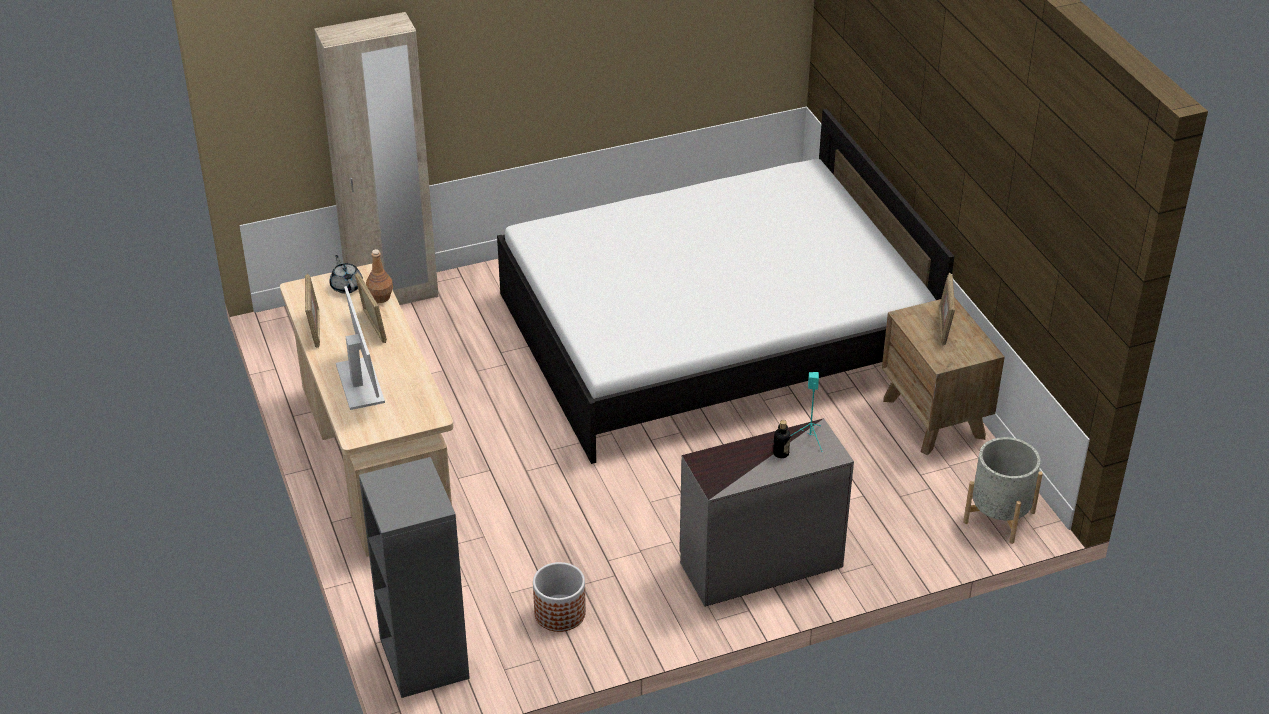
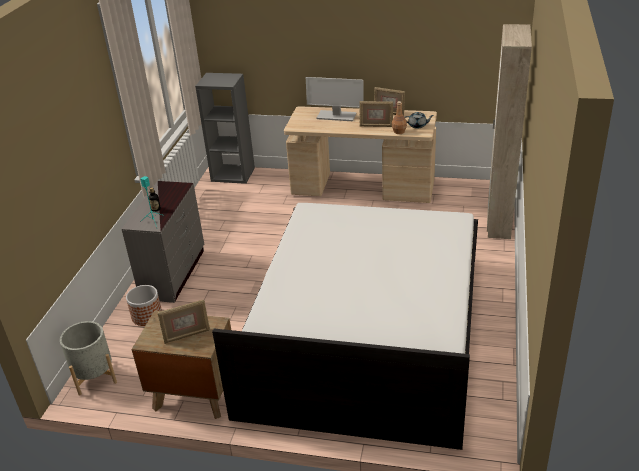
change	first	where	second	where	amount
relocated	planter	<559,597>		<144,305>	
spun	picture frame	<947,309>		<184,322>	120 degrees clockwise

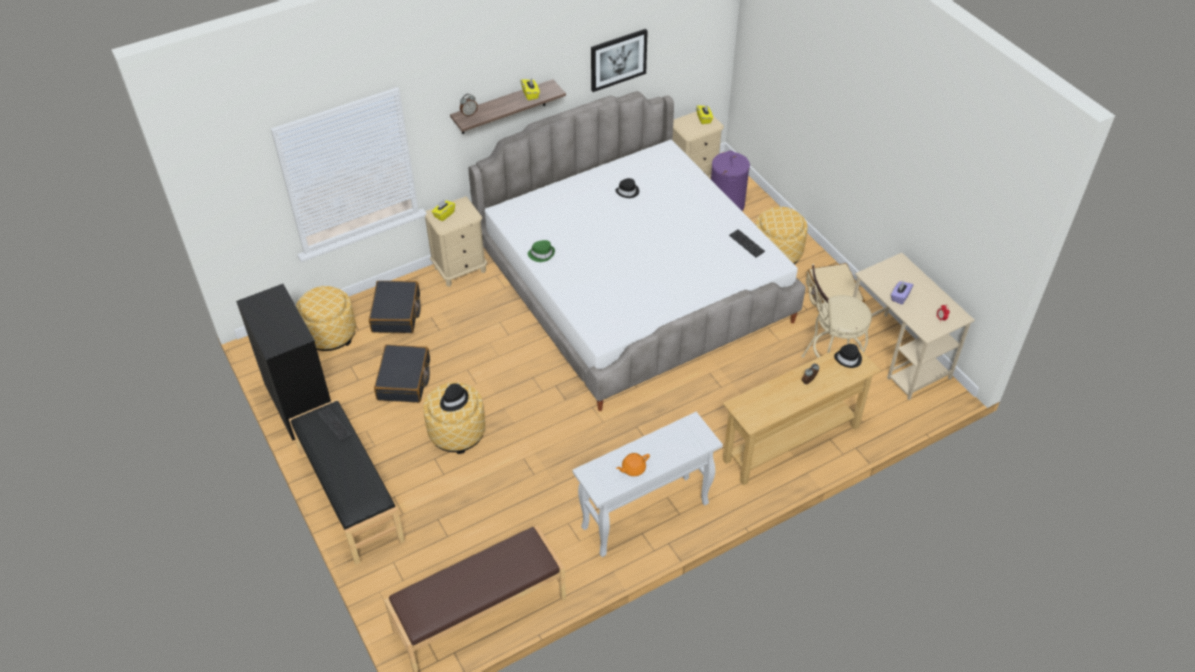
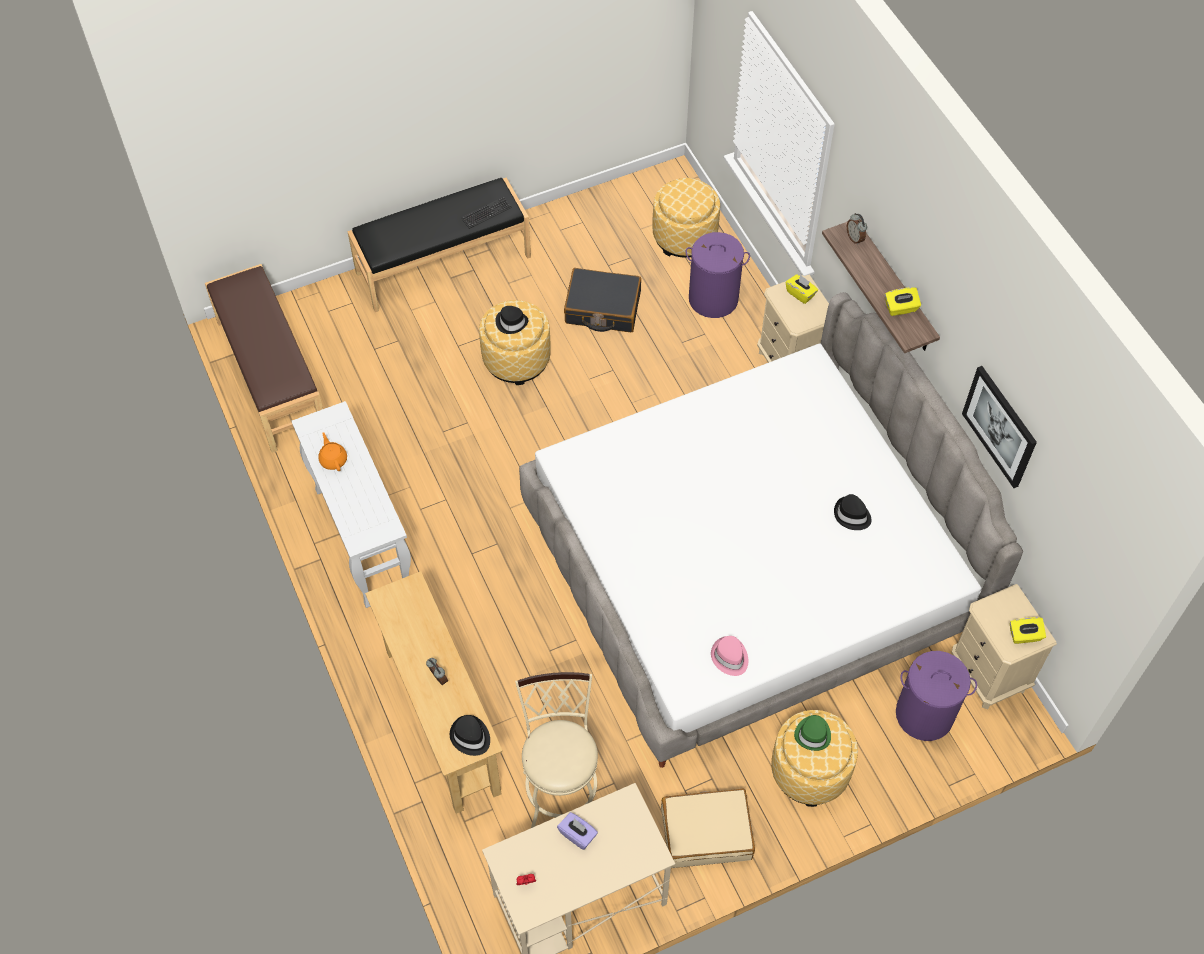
change	first	where	second	where	amount
missing	black dresser	<283,362>			
exchanged	black suitcase	<395,307>	purple laundry basket	<718,275>	
relocated	green hat	<541,251>		<812,733>	
exchanged	keyboard	<747,243>	pink hat	<729,656>	

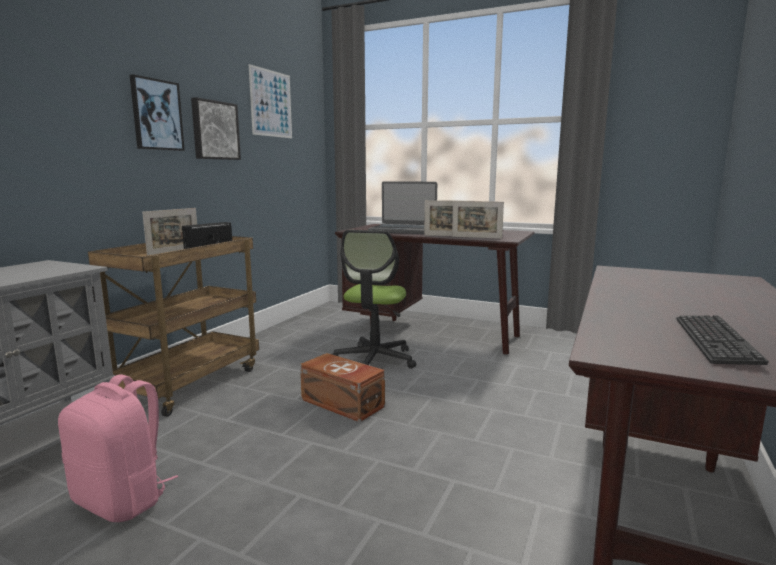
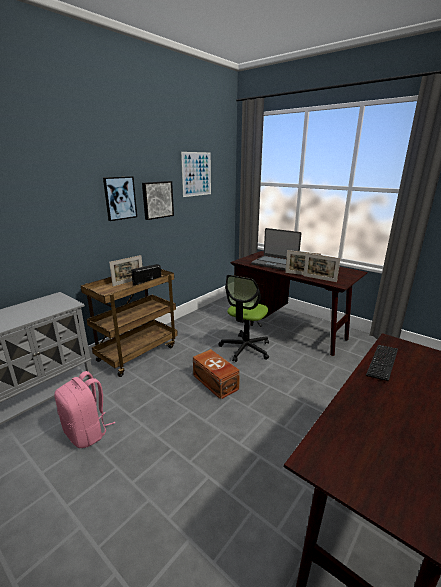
change	first	where	second	where	amount
relocated	keyboard	<722,340>		<382,363>	

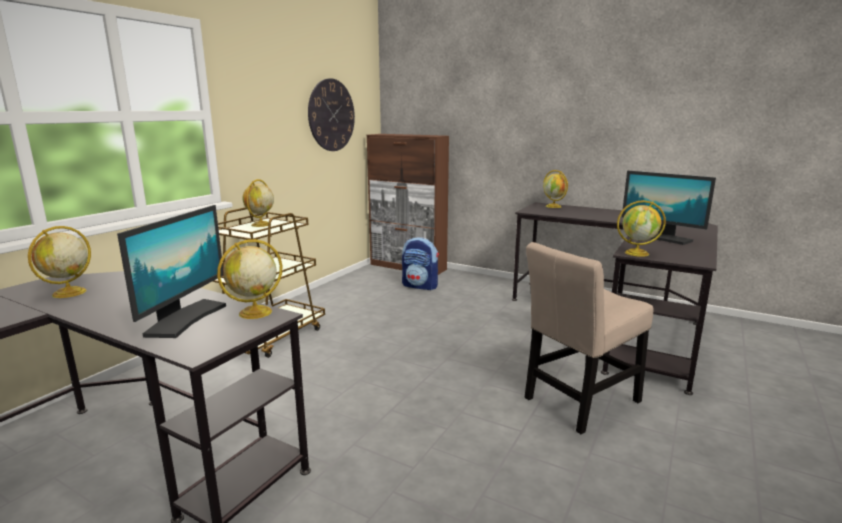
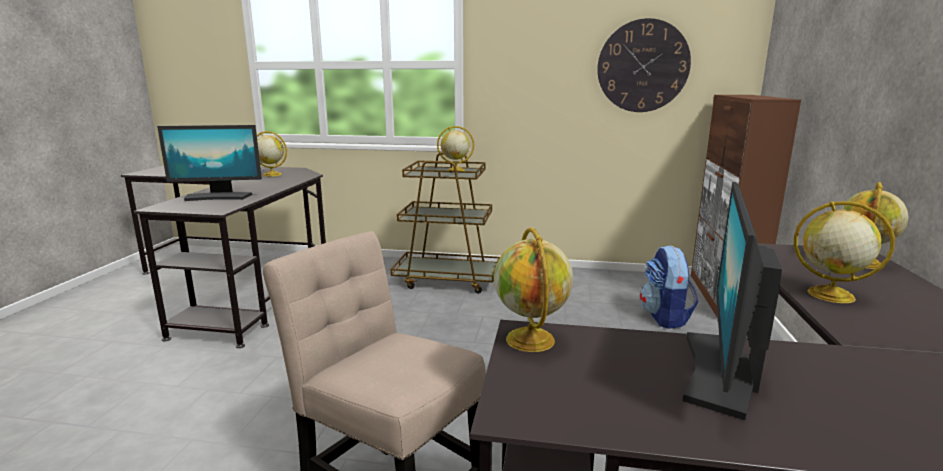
change	first	where	second	where	amount
relocated	globe	<249,279>		<844,252>	

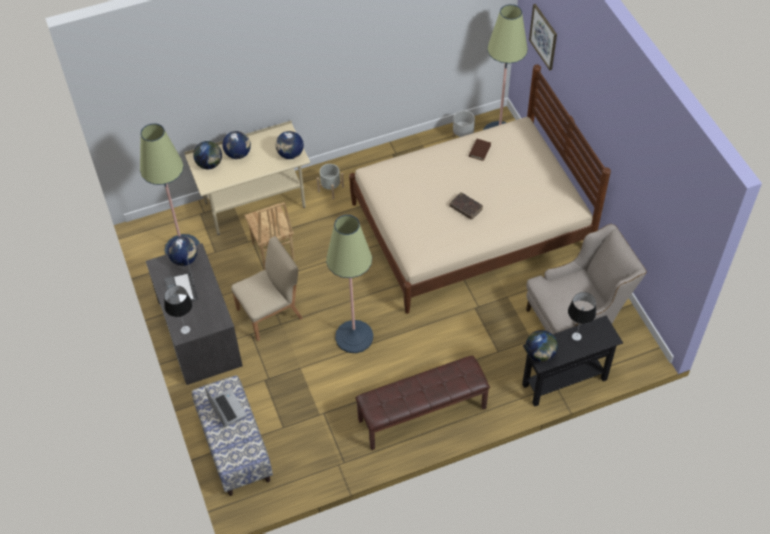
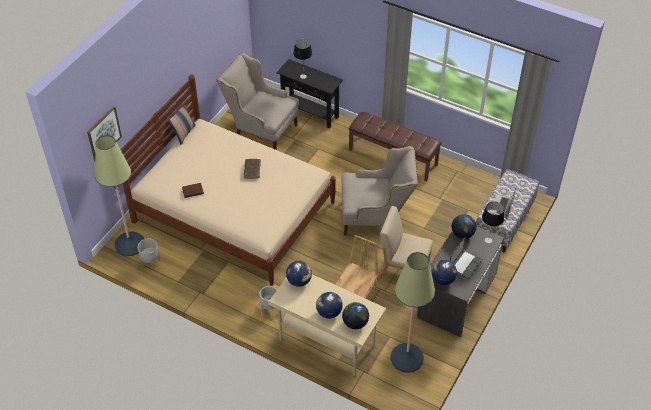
change	first	where	second	where	amount
exchanged	floor lamp	<349,284>	beige armchair	<380,190>	
relocated	globe	<542,346>		<464,226>	
appeared			pillow	<182,123>	

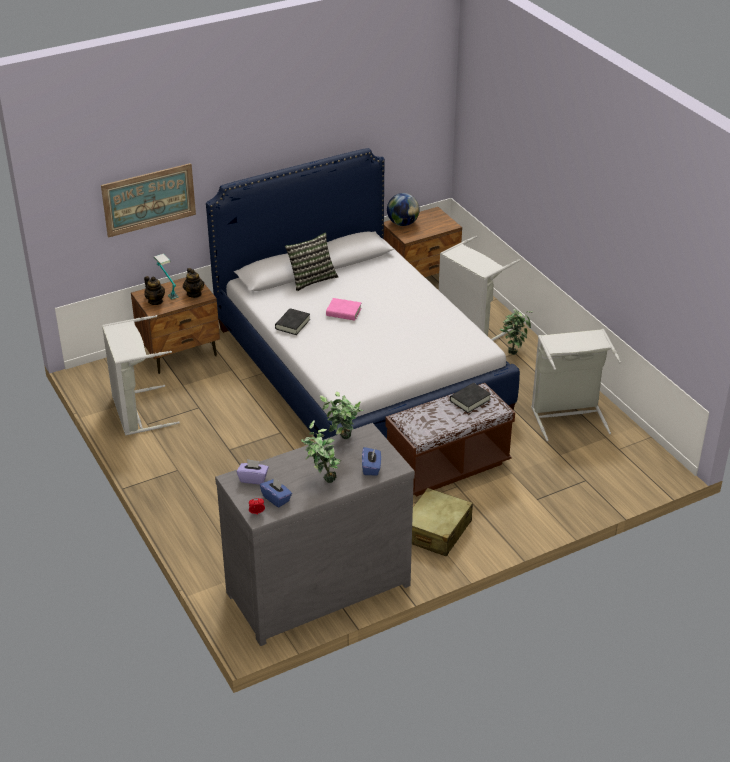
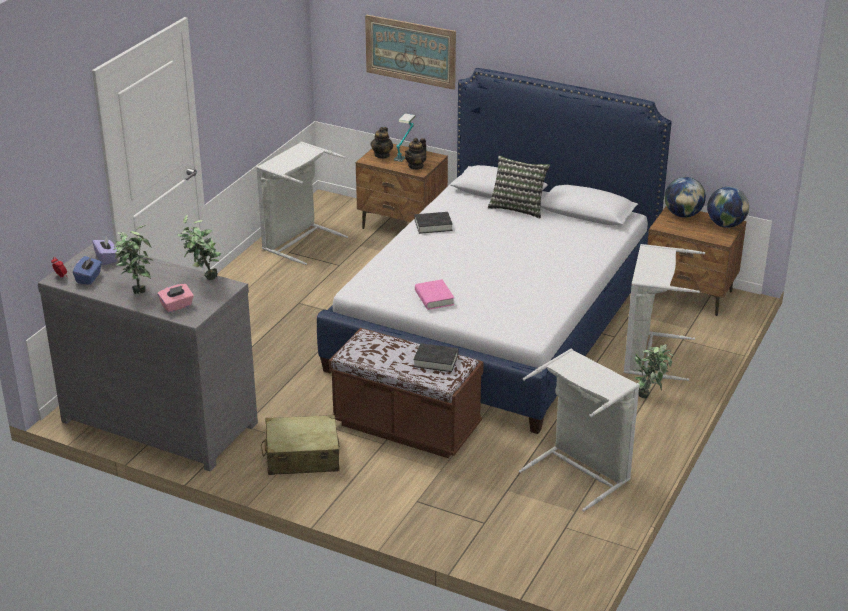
change	first	where	second	where	amount
relocated	pink book	<343,309>		<434,294>	
colour	blue tissue box	<371,461>	pink tissue box	<175,298>	
appeared			globe	<728,207>	

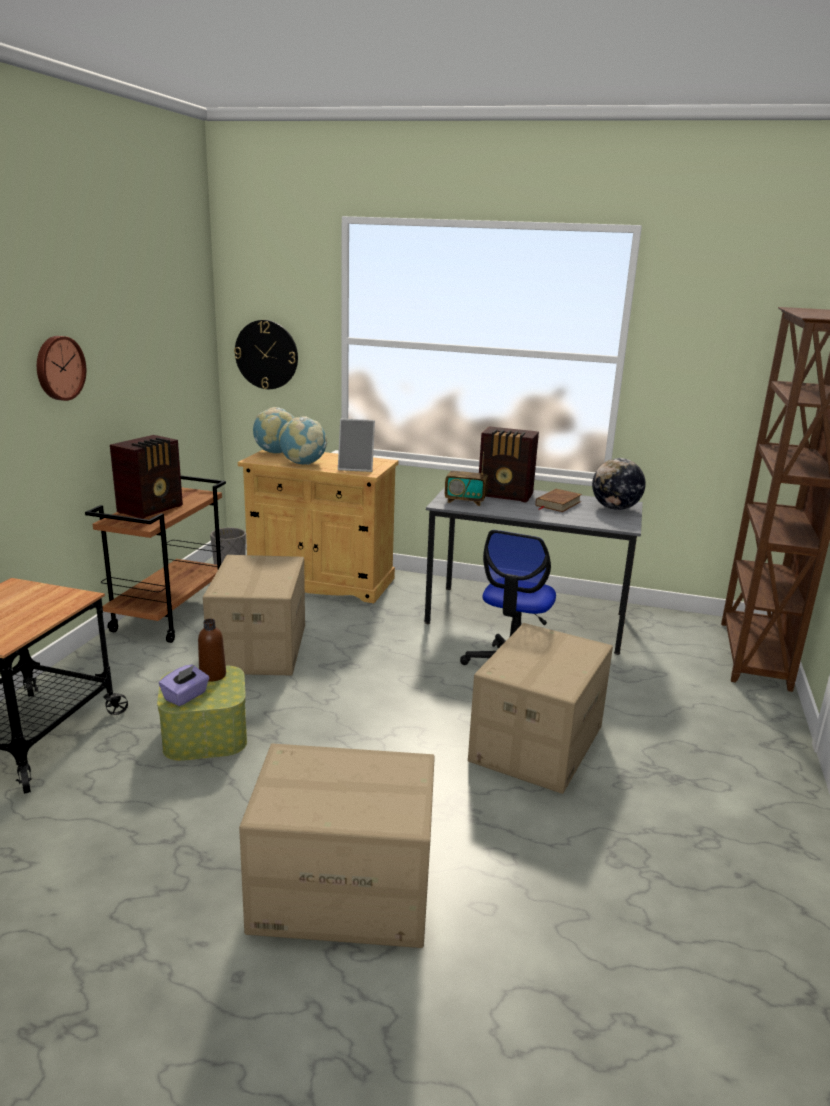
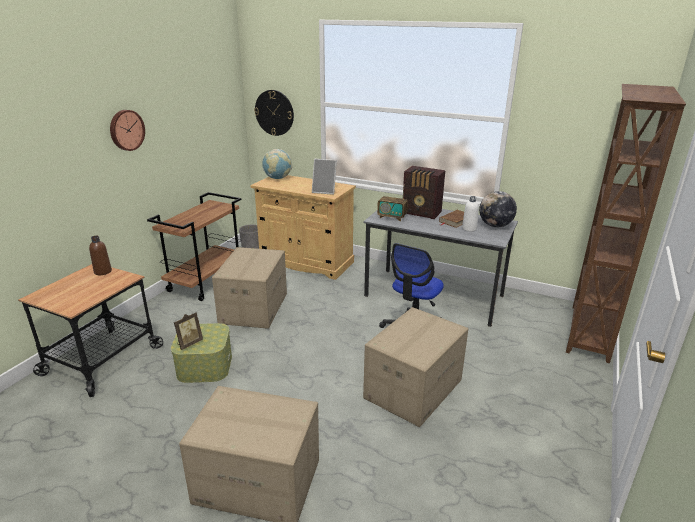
change	first	where	second	where	amount
missing	radio	<146,477>			
exchanged	purple tissue box	<184,685>	picture frame	<188,331>	
relocated	brown bottle	<212,650>		<100,255>	
missing	globe	<303,441>			
appeared			white bottle	<470,214>	

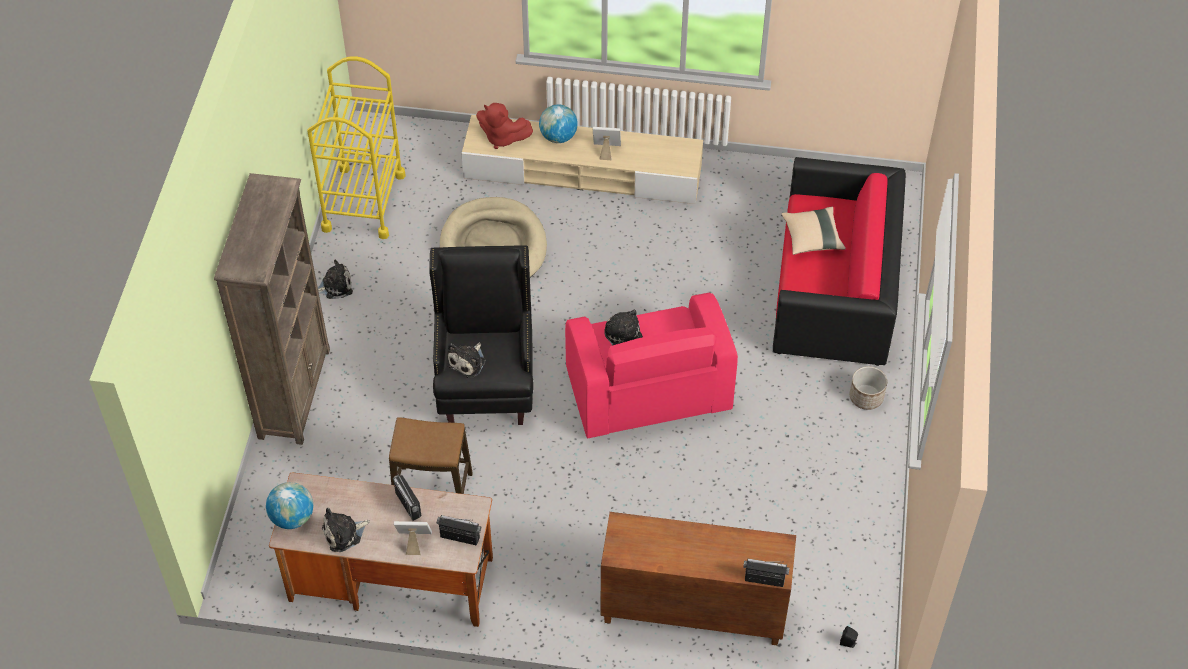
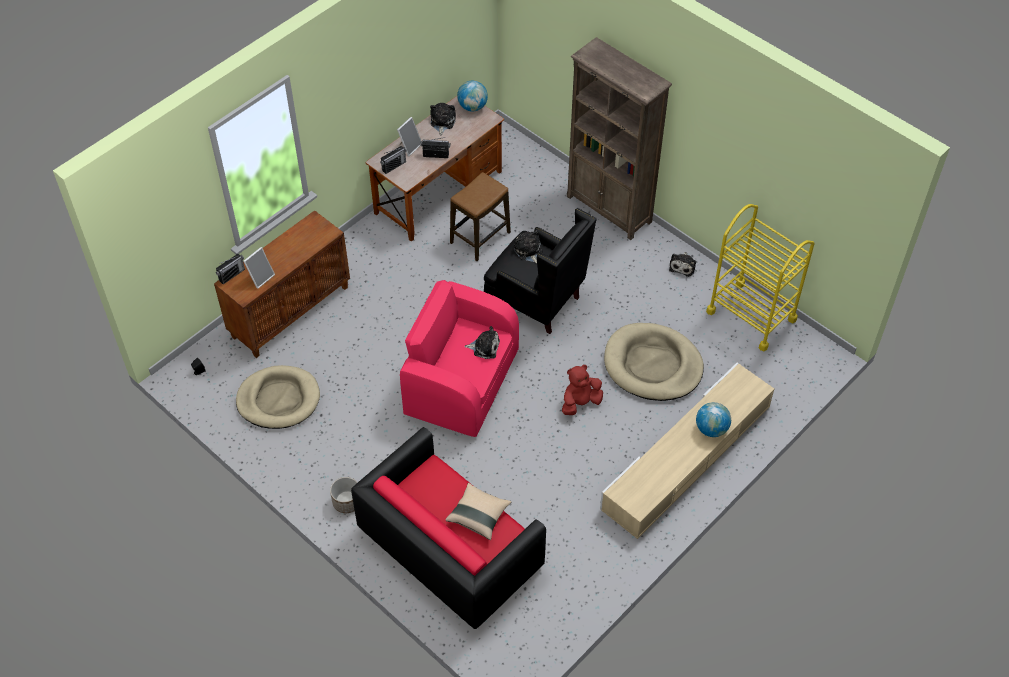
change	first	where	second	where	amount
relocated	red plush toy	<504,126>		<582,390>	
relocated	picture frame	<606,143>		<259,268>	
appeared			beige dog bed	<278,397>	

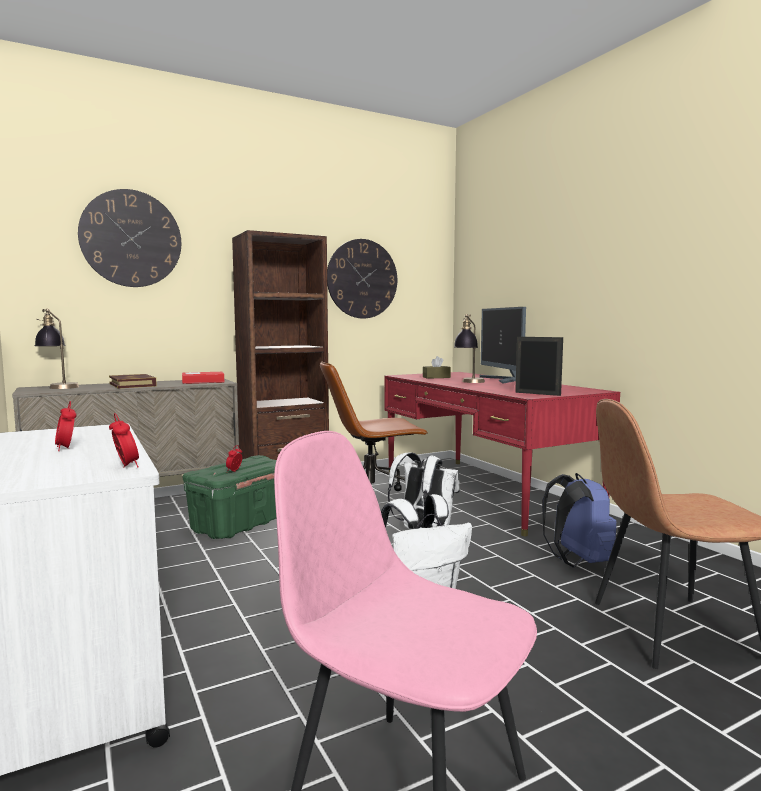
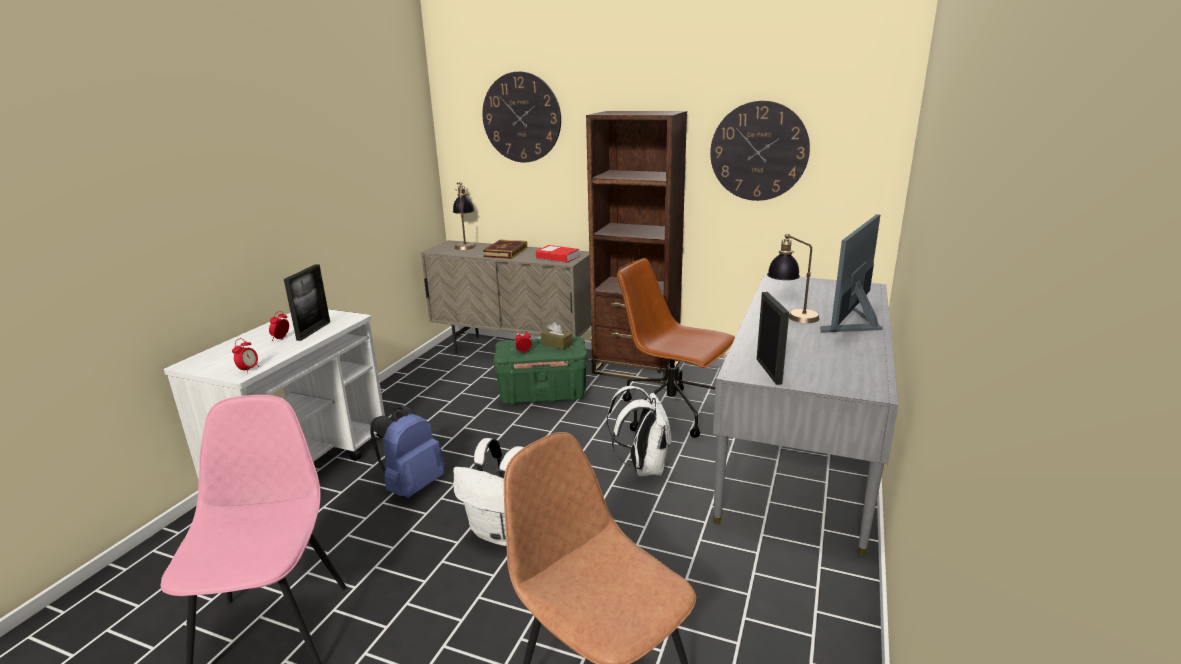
change	first	where	second	where	amount
colour	red desk	<502,454>	grey desk	<805,415>	
relocated	brown tissue box	<437,367>		<557,336>	
relocated	blue backpack	<579,520>		<407,452>	
appeared			picture frame	<307,302>	

